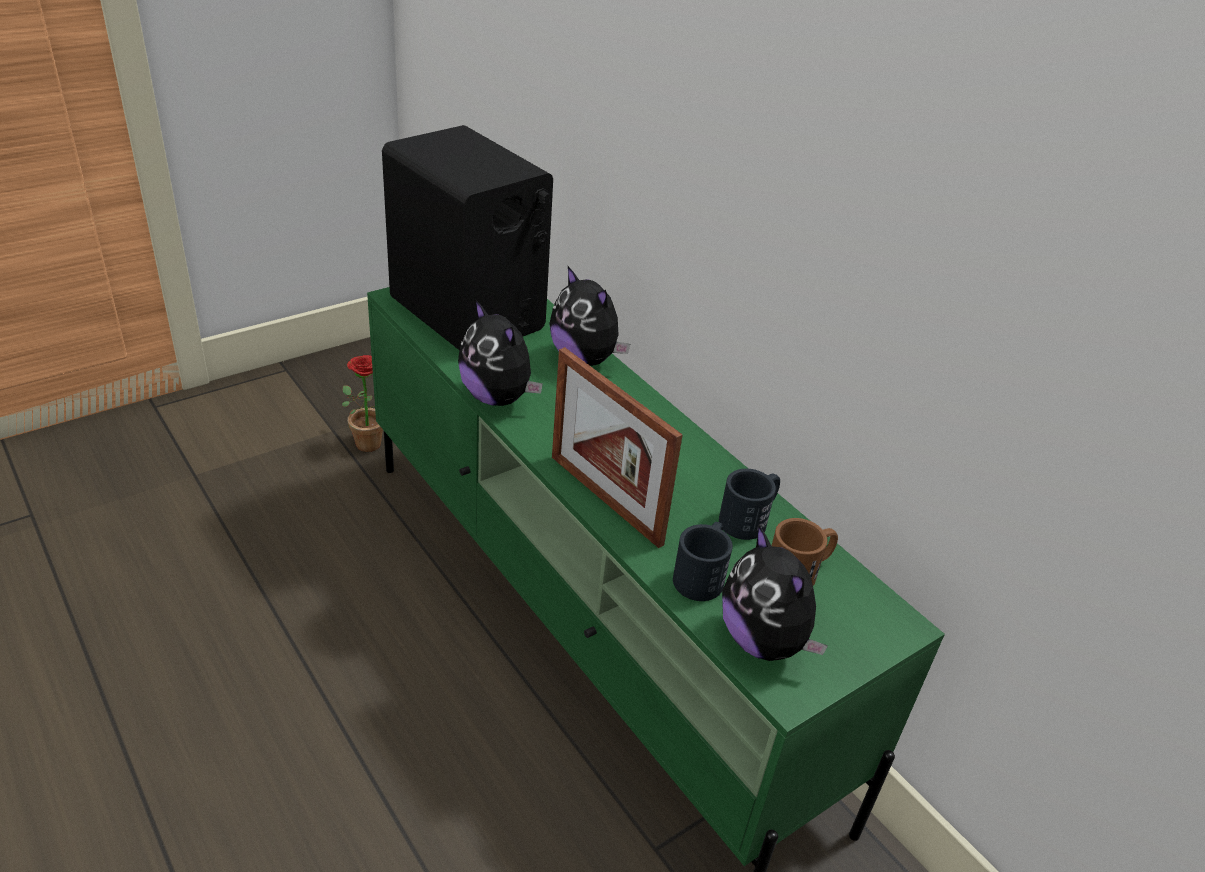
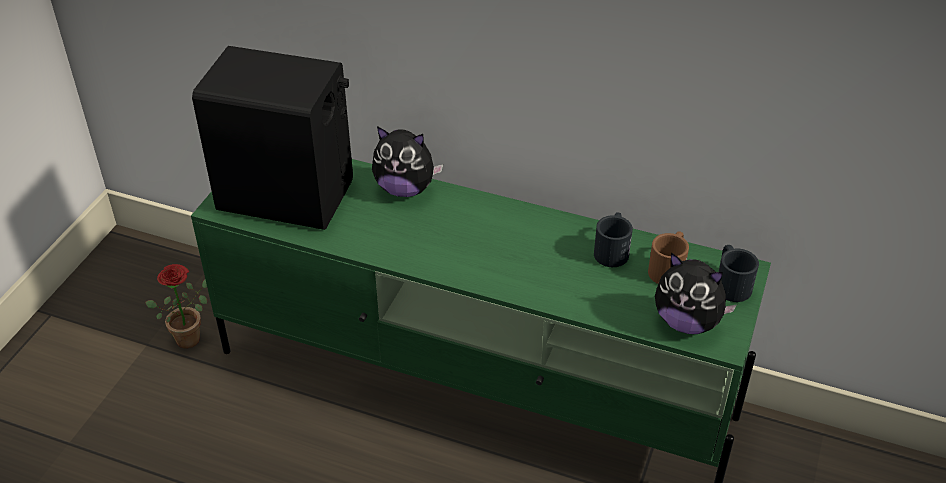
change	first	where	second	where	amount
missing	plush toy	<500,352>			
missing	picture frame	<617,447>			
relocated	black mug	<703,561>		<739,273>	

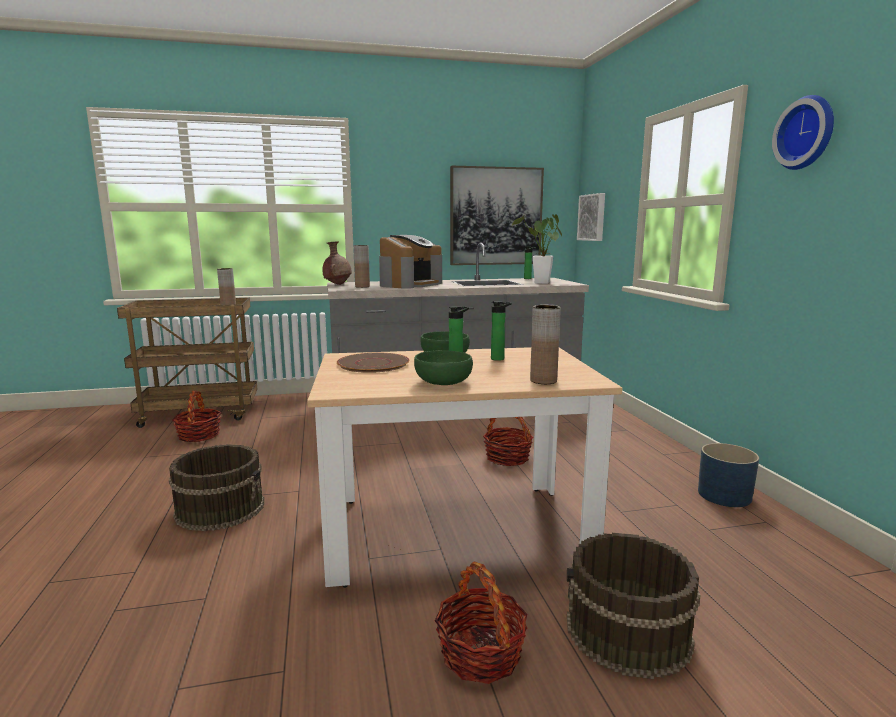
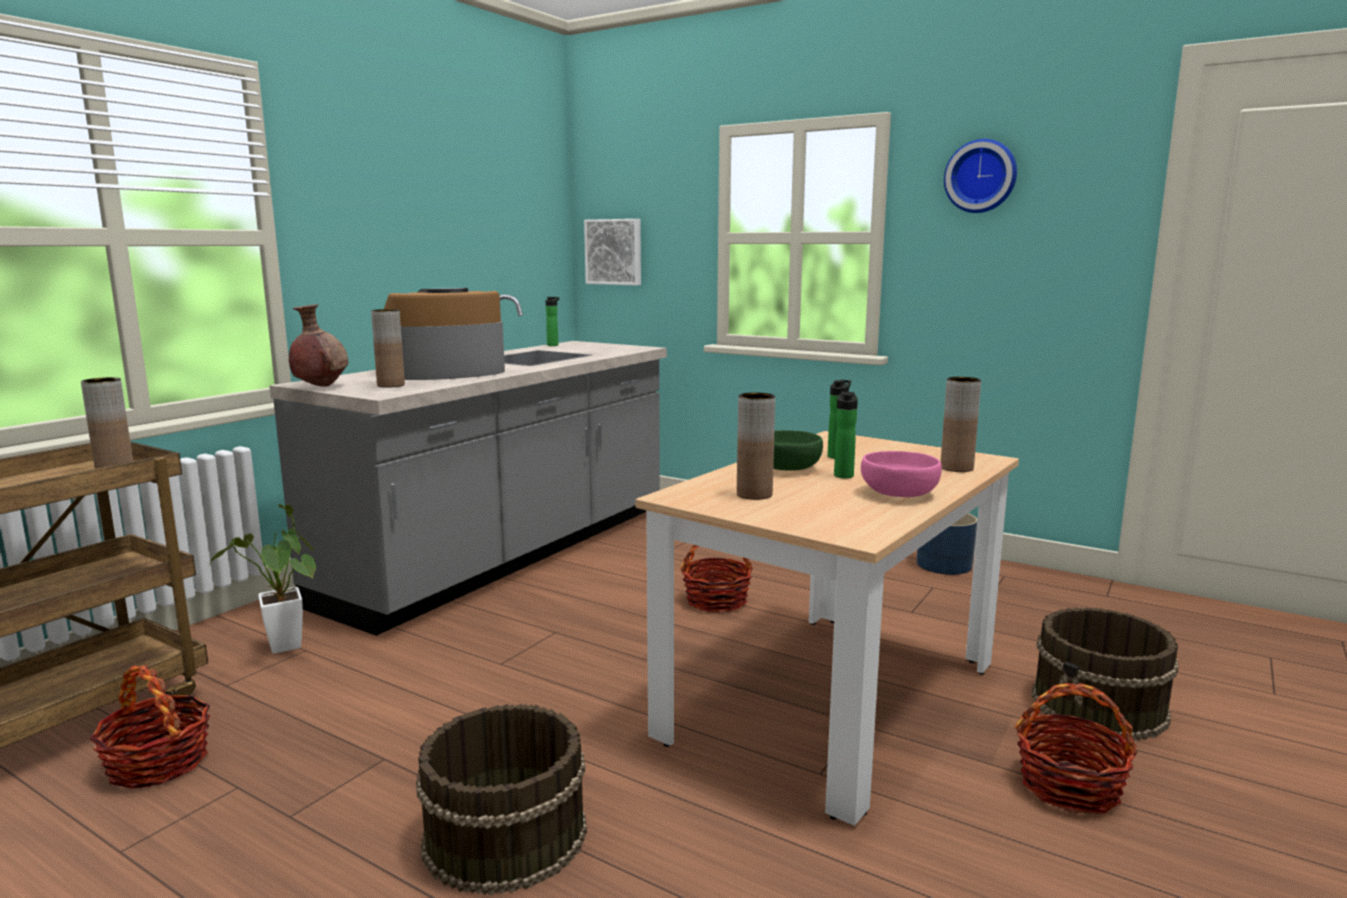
change	first	where	second	where	amount
exchanged	brown plate	<373,362>	brown vase	<756,446>	
spun	coffee machine	<410,262>		<444,334>	105 degrees counterclockwise
colour	green bowl	<443,367>	pink bowl	<901,474>	
missing	picture	<497,215>			
relocated	potted plant	<537,249>		<262,578>	

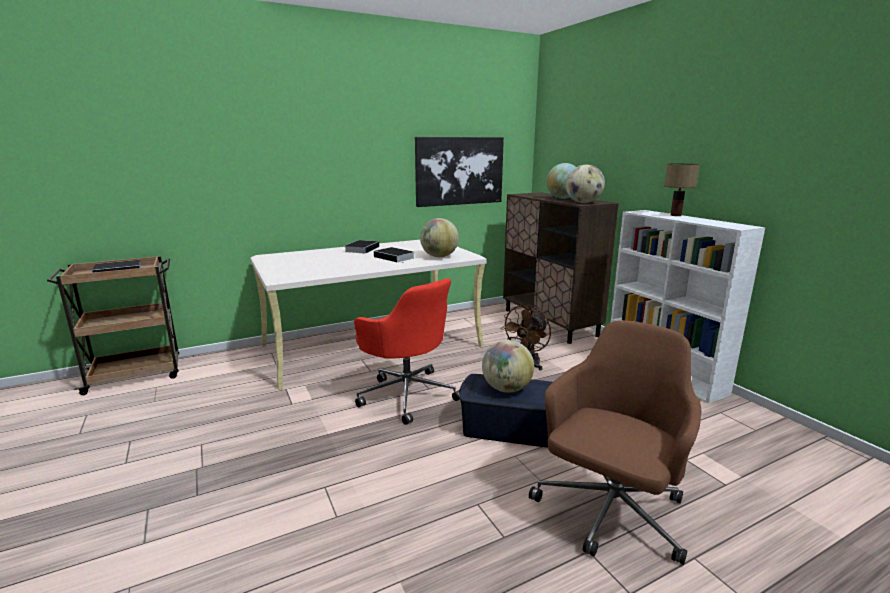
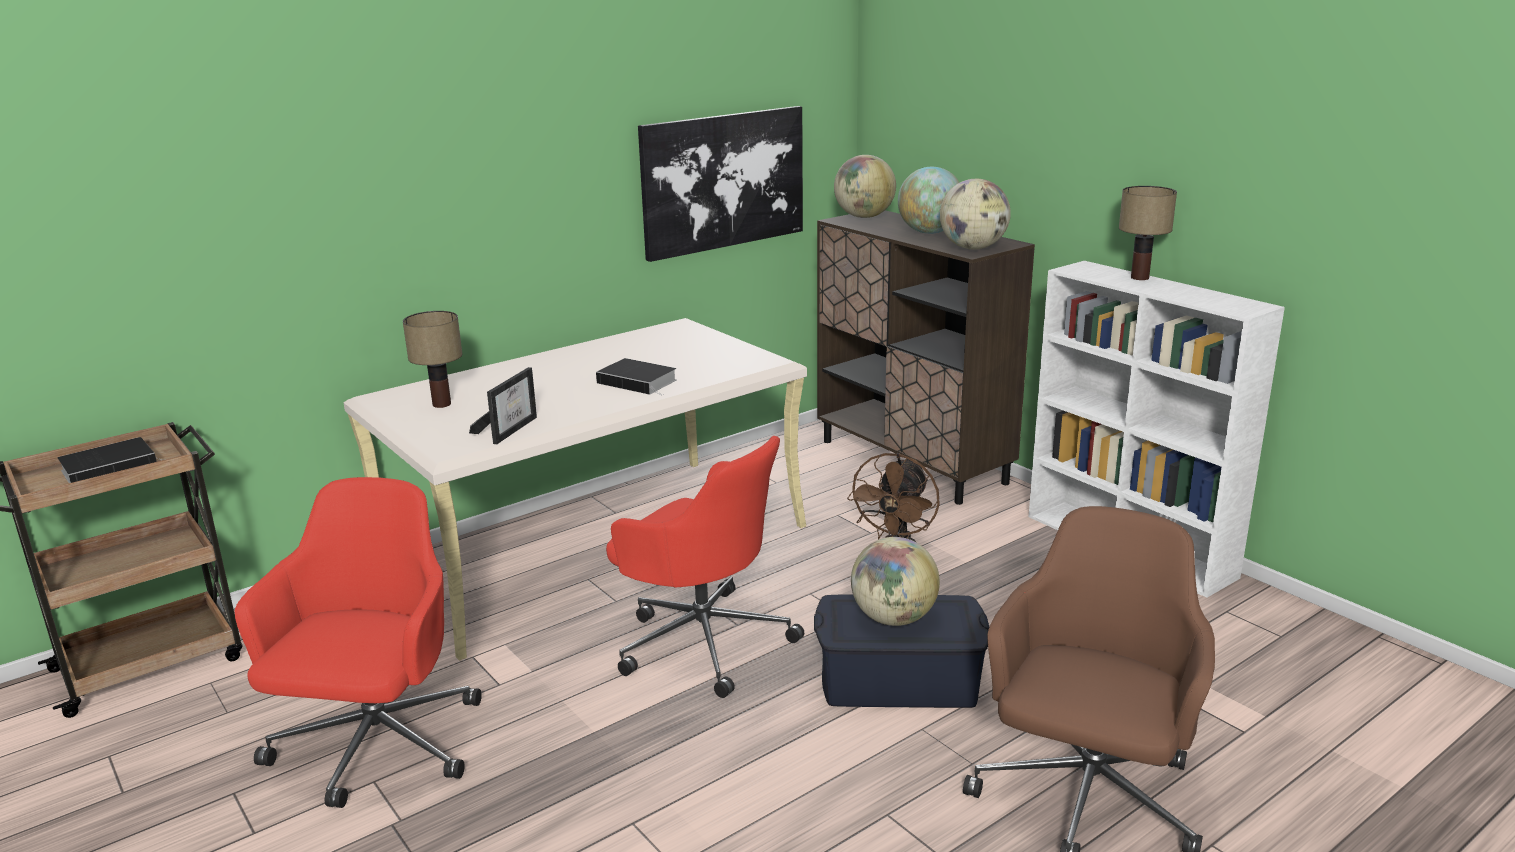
change	first	where	second	where	amount
missing	book	<362,247>			
relocated	globe	<439,237>		<865,186>	
appeared			red office chair	<358,642>	
appeared			table lamp	<432,359>	
appeared			picture frame	<503,405>	

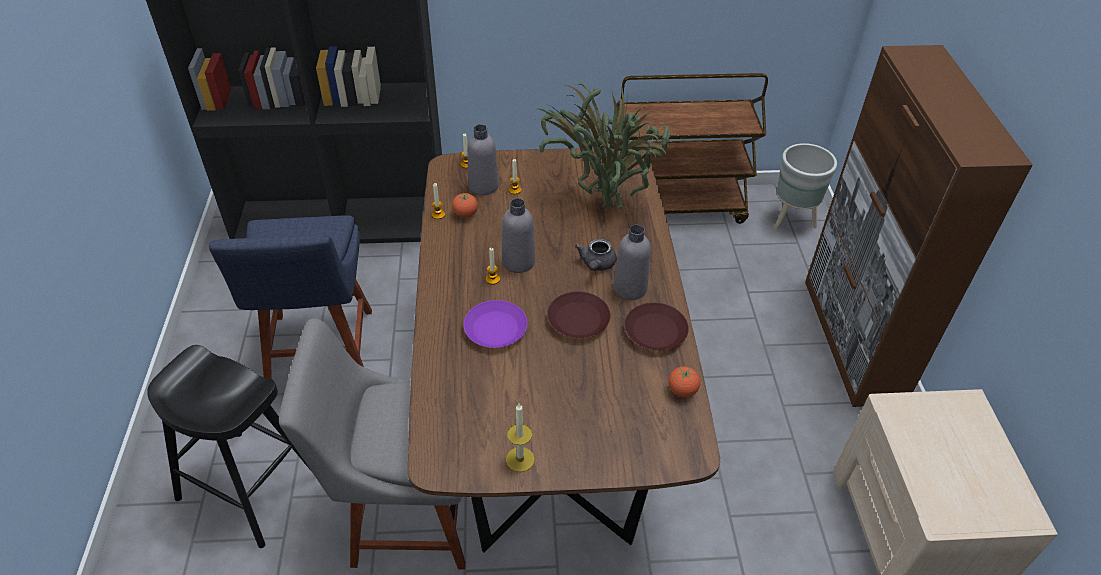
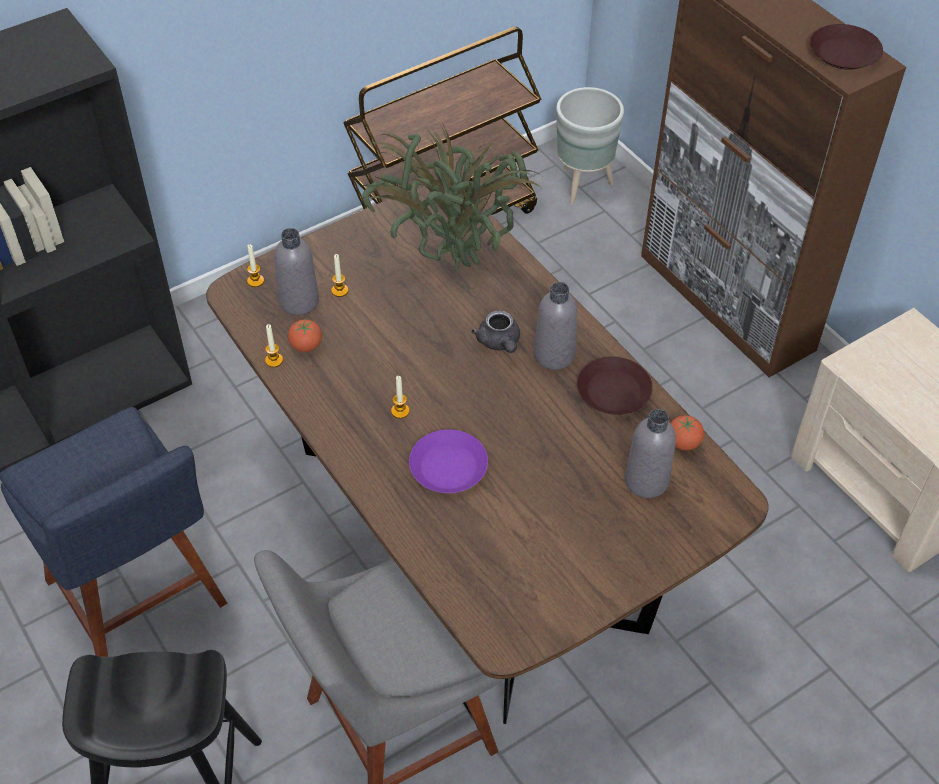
change	first	where	second	where	amount
relocated	grey bottle	<518,235>		<650,453>	
missing	candle	<520,438>			
relocated	brown plate	<578,315>		<846,47>	

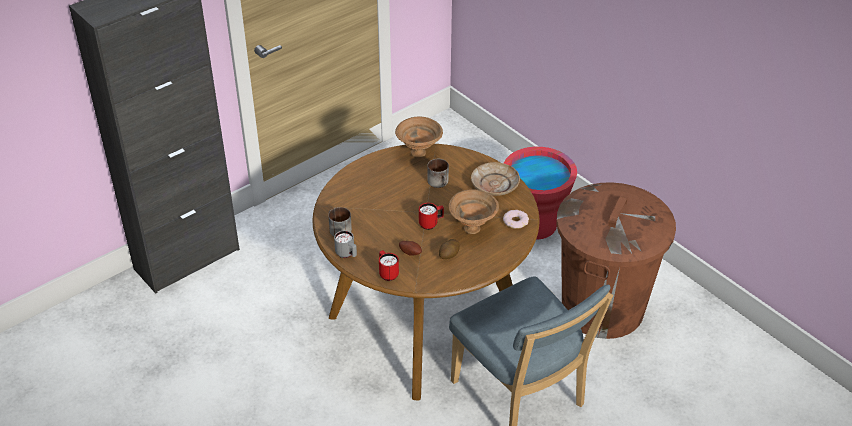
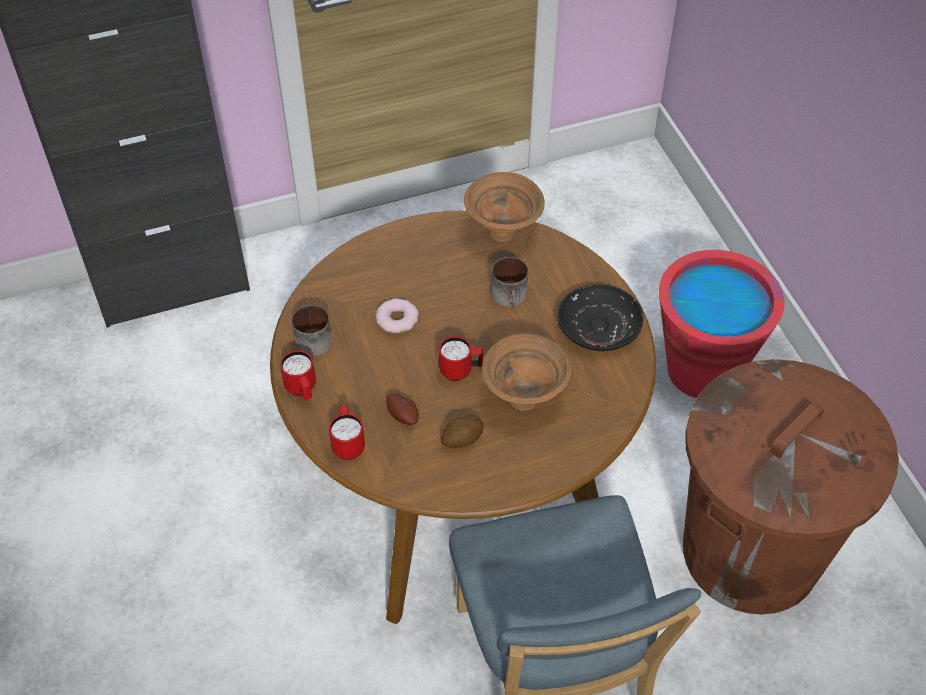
change	first	where	second	where	amount
colour	grey mug	<345,244>	red mug	<298,375>	
colour	beige plate	<495,179>	black plate	<600,317>	
relocated	donut	<516,219>		<397,315>	

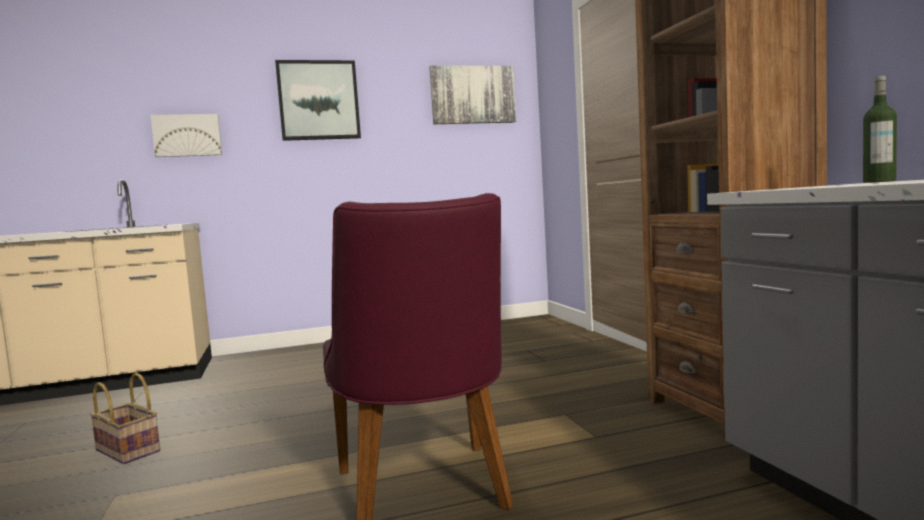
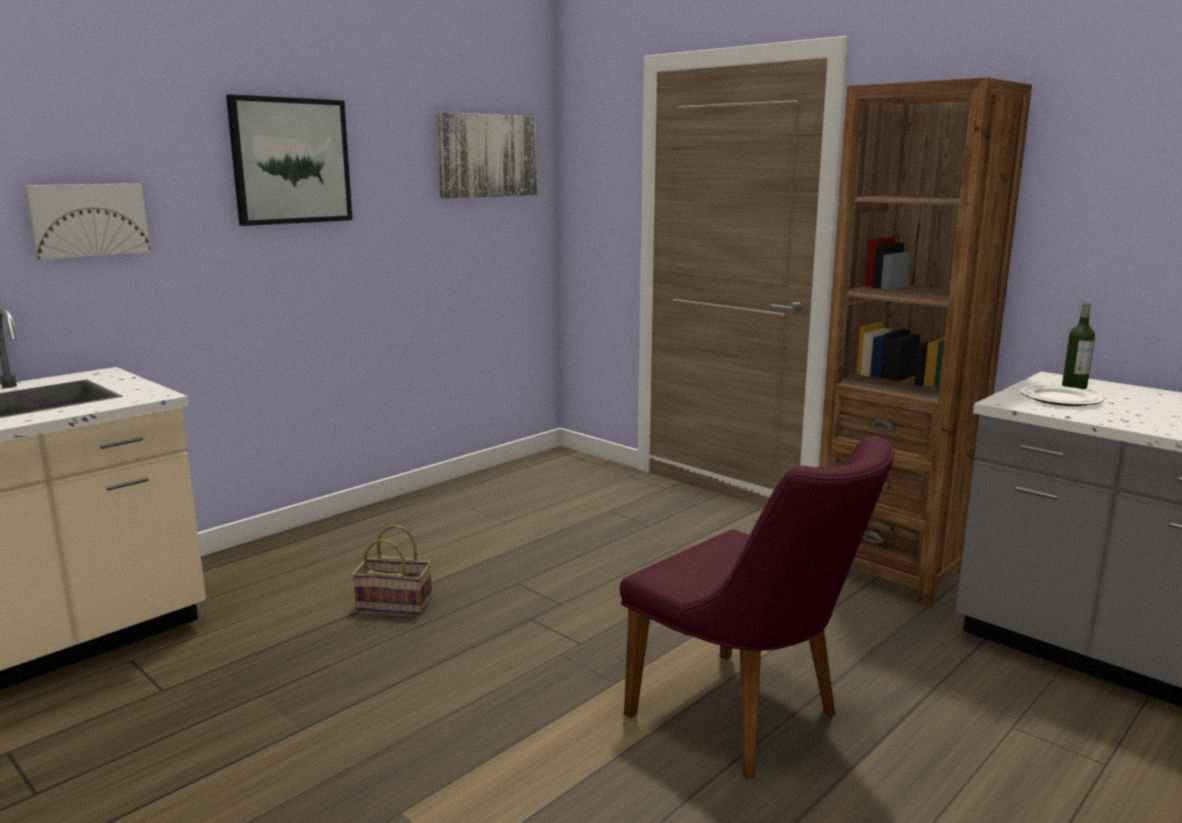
change	first	where	second	where	amount
relocated	basket	<125,418>		<392,570>	
appeared			plate	<1062,395>	

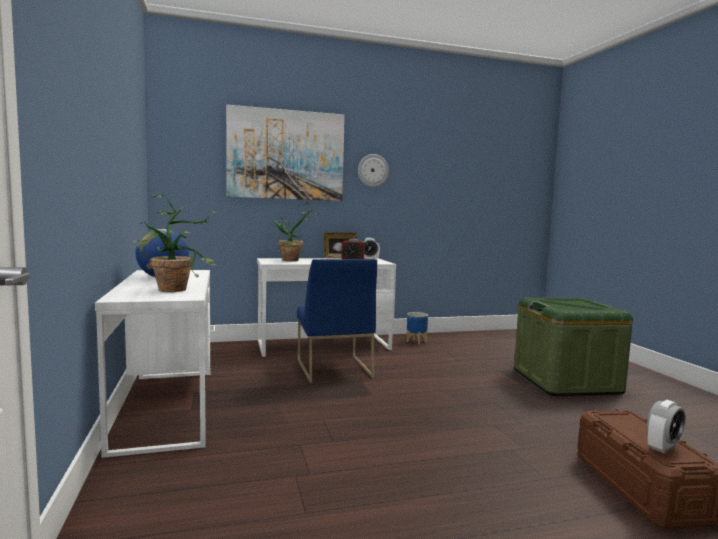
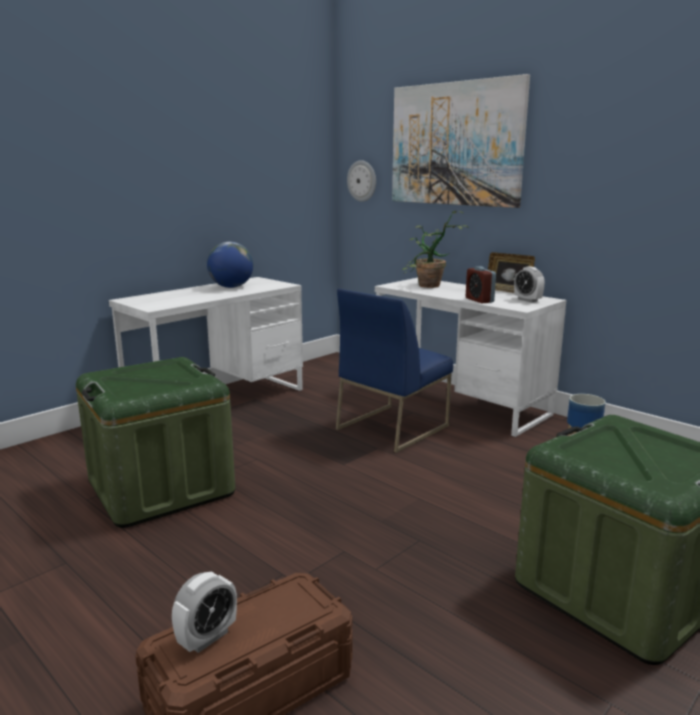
change	first	where	second	where	amount
missing	potted plant	<175,243>			
relocated	wall clock	<373,170>		<361,181>	
spun	alarm clock	<666,427>		<204,612>	75 degrees counterclockwise
appeared			green storage box	<155,442>	

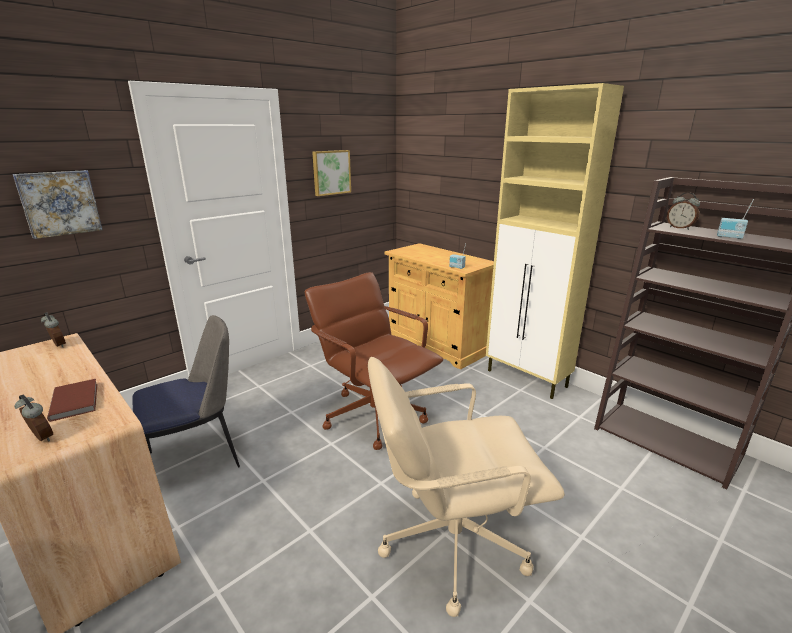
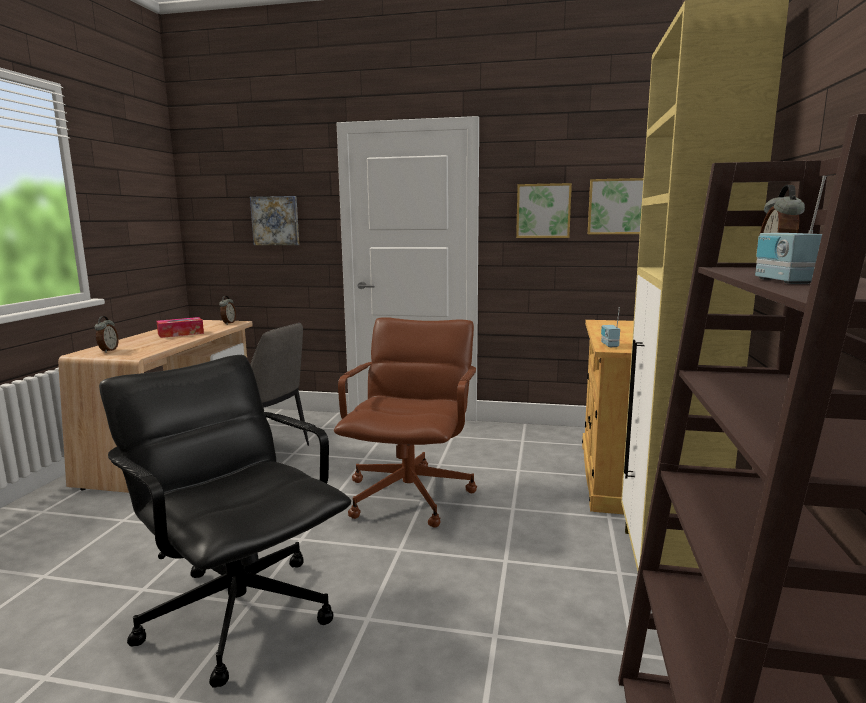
change	first	where	second	where	amount
missing	brown book	<72,400>			
colour	beige office chair	<466,487>	black office chair	<225,521>	
appeared			tissue box	<180,327>	
appeared			picture	<615,206>	

